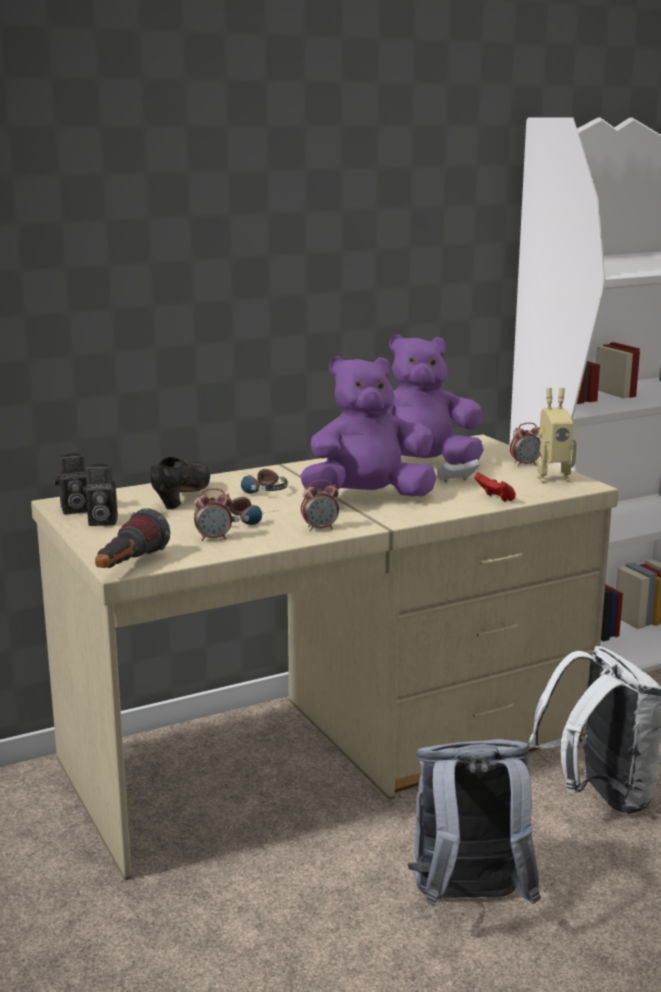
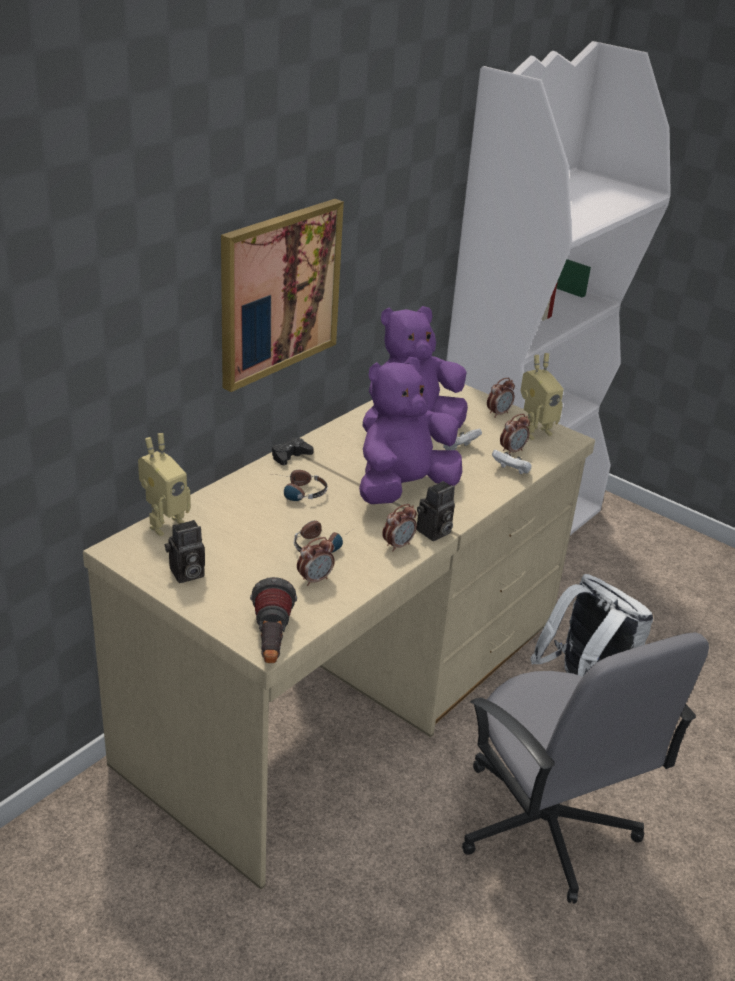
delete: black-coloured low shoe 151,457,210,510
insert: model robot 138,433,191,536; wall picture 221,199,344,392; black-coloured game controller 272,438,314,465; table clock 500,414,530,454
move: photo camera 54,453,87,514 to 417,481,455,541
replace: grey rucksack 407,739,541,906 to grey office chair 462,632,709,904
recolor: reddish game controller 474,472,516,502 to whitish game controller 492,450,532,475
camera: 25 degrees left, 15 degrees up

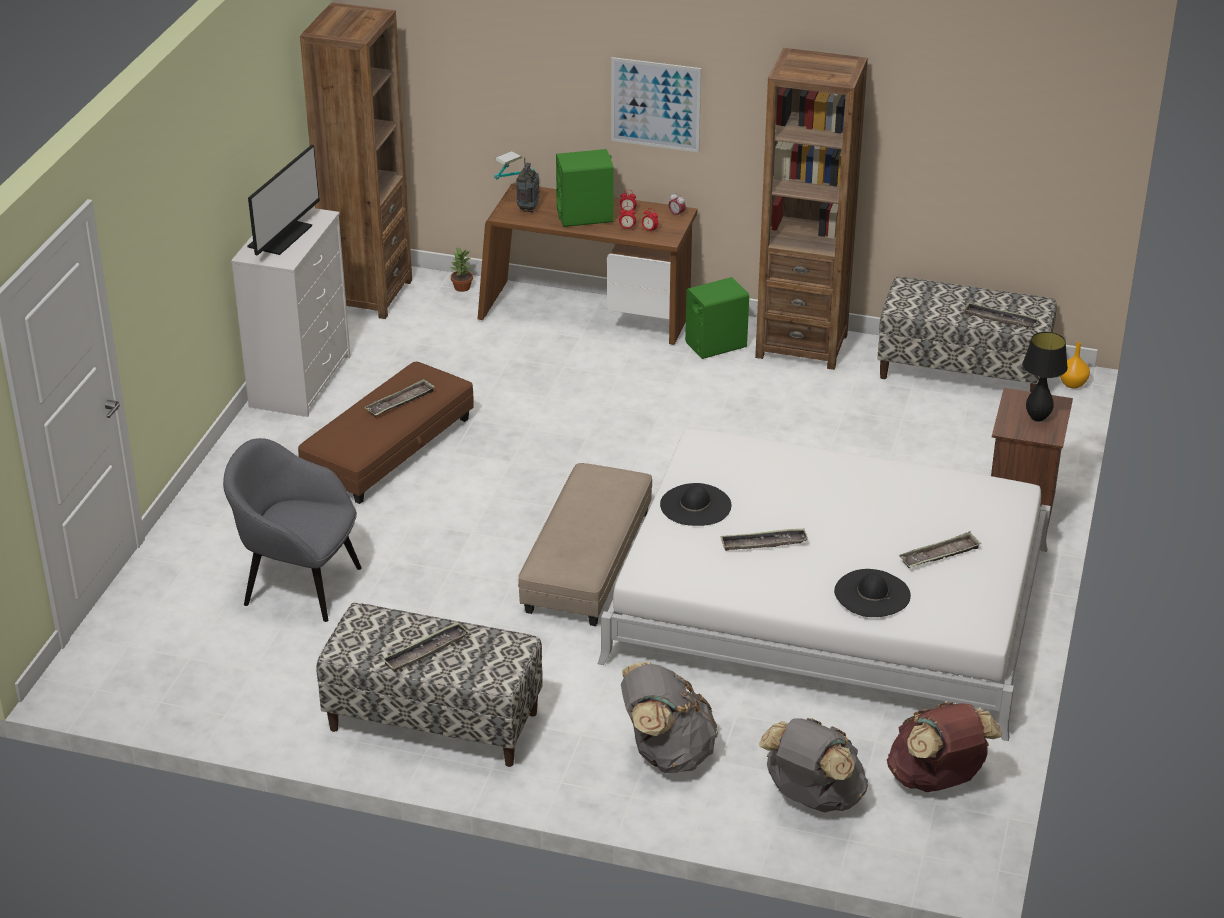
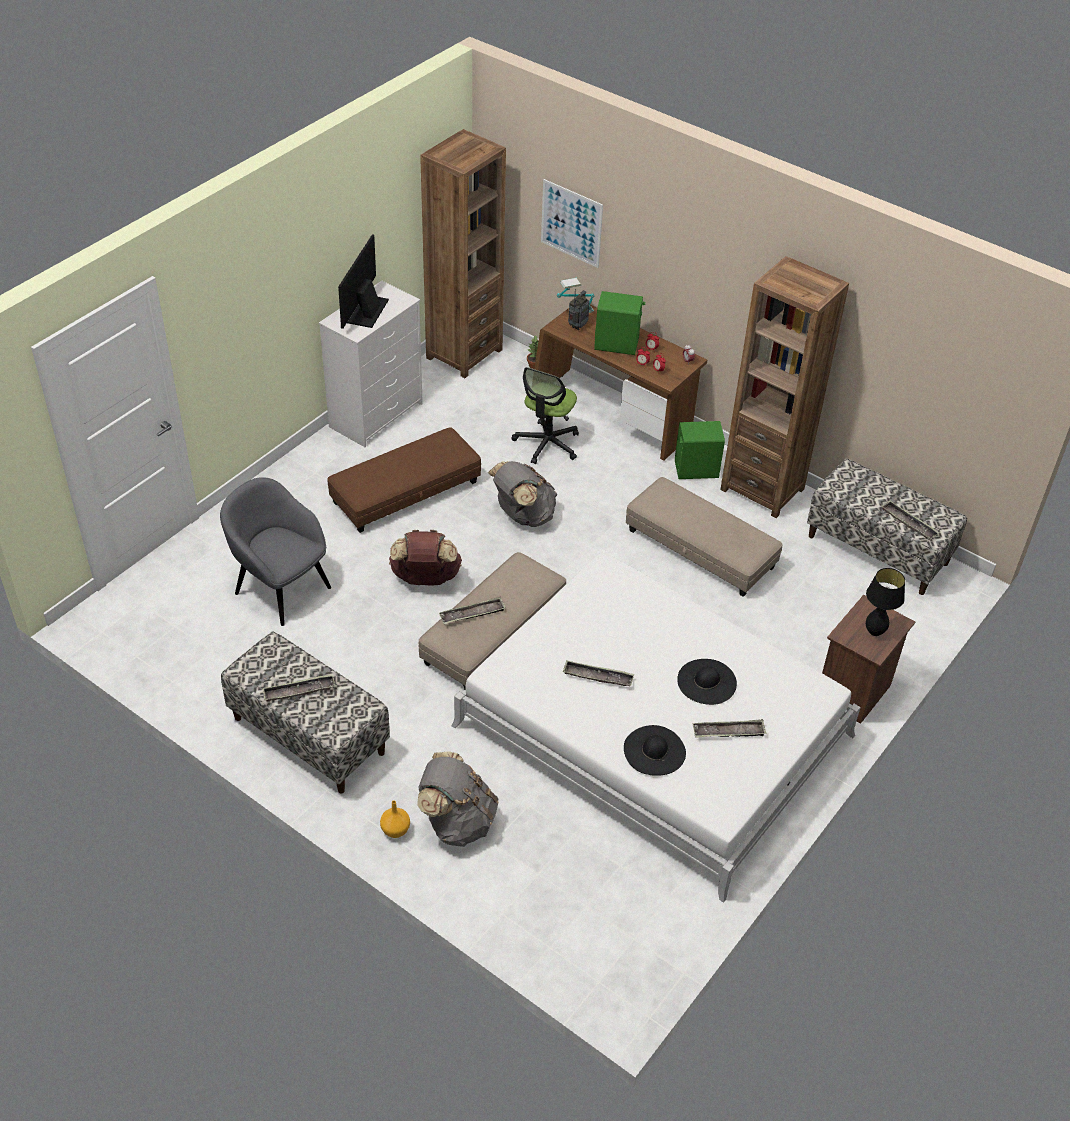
insert: office chair 512,367,579,464; sand-coloured footrest 626,477,783,597
move: serving tray 365,379,435,417 to 439,597,506,624; wall picture 611,57,701,152 to 541,179,603,268; black-coloured clothing hat 660,483,731,526 to 677,659,737,705; grey rucksack 759,718,868,813 to 488,461,557,527; brown-coloured rucksack 887,702,1002,792 to 389,530,462,586; orange vase 1060,342,1090,388 to 380,801,410,838
rotate: computer display 247,145,320,256 = 338,234,389,329 150 degrees clockwise
camera: 20 degrees right, 10 degrees up

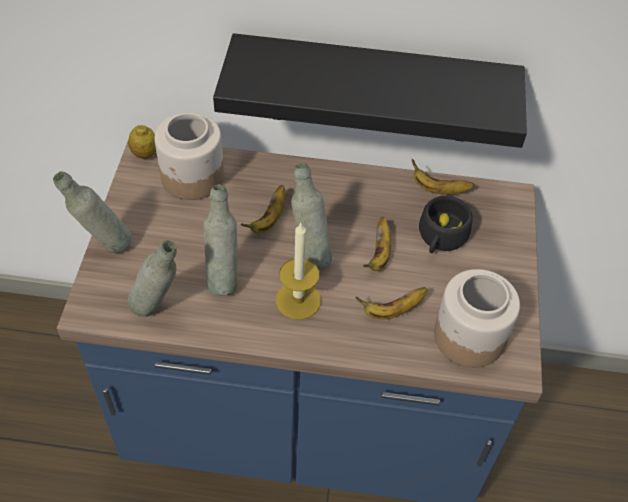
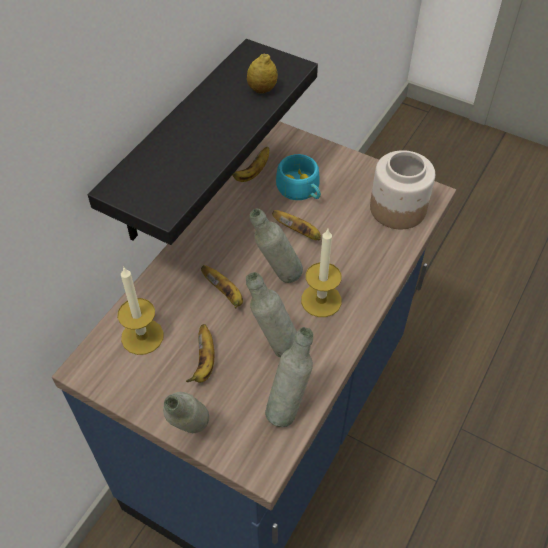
move: citrus fruit 128,125,156,159 to 247,53,278,93; whole banana 355,287,428,320 to 186,324,214,382
replace: jar 155,112,224,200 to wax light 117,267,164,355
recolor: black-coloured small cup 419,196,473,253 to turquoise-coloured small cup 276,154,321,200
camera: 65 degrees left, 0 degrees up

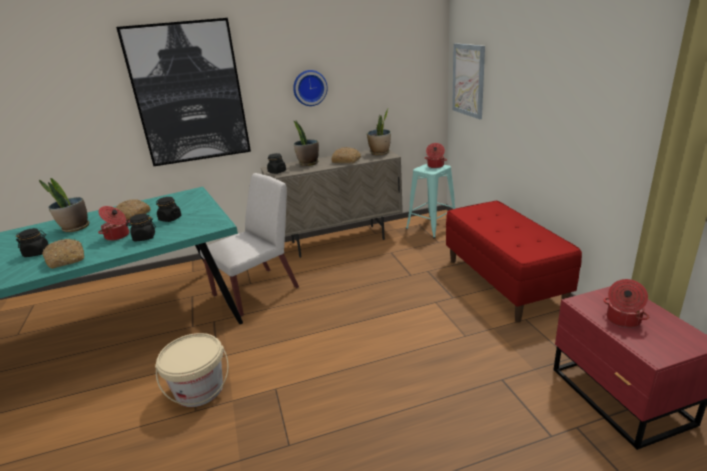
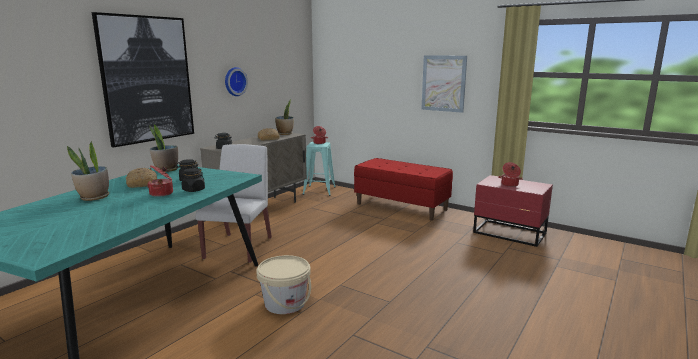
delete: black-coloured jar 16,228,49,257; baked bread 43,239,84,269
move: potted plant 294,120,319,166 to 149,124,178,172; wall picture 452,43,485,119 to 421,55,467,113
camera: 40 degrees left, 10 degrees down

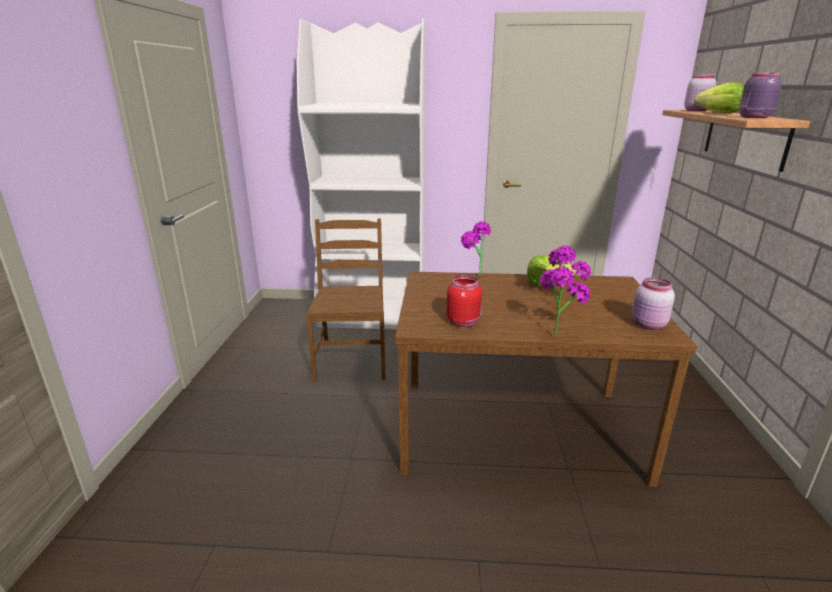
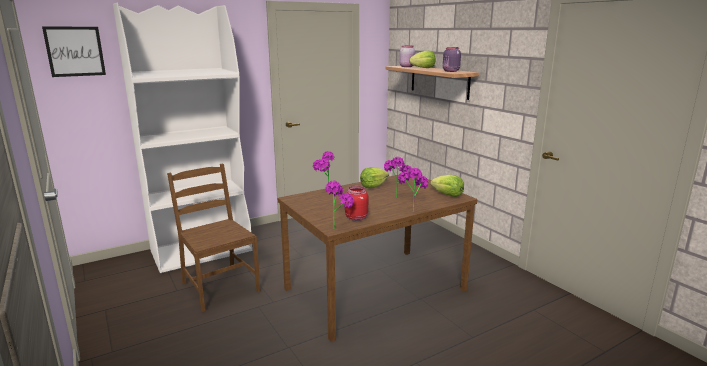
insert: wall picture 42,26,106,77; potted plant 325,181,354,228
replace: pinkish jar 632,277,675,330 to lettuce head 430,175,464,197
camera: 35 degrees left, 5 degrees down

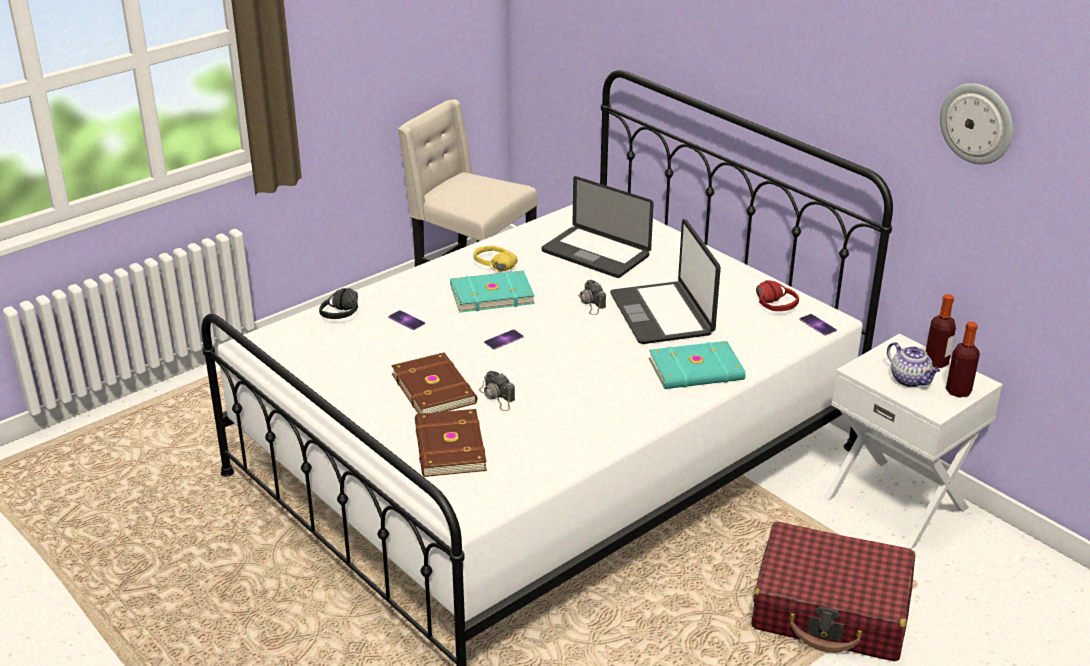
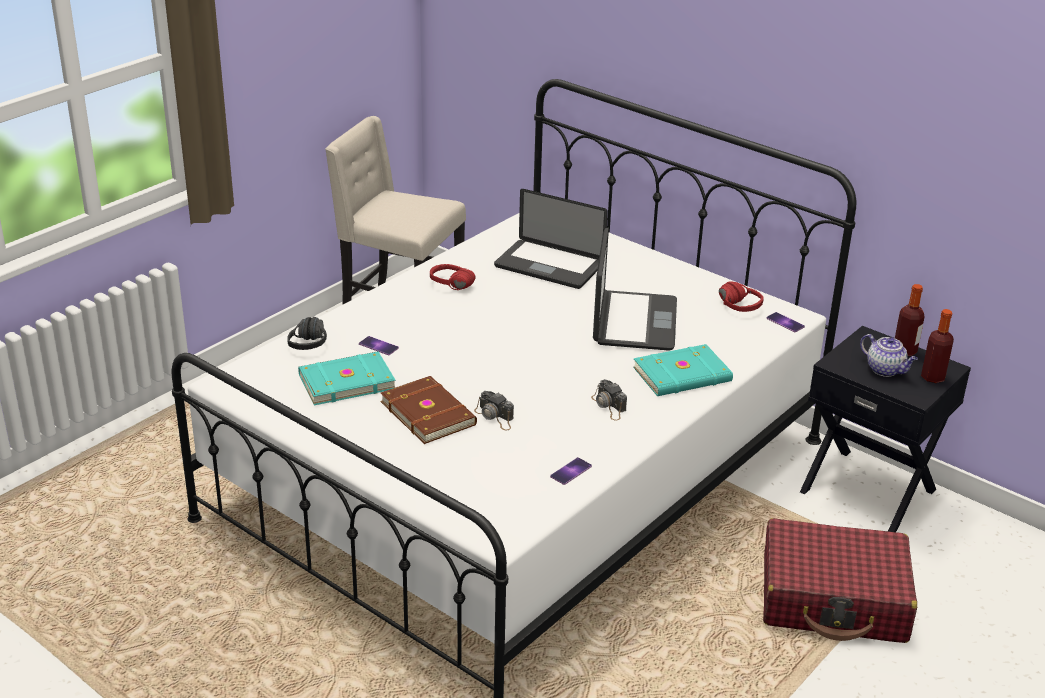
delete: brown-coloured bound book 415,409,487,477; clock on the wall 940,83,1013,164
move: turquoise-coloured bound book 450,271,535,313 to 298,351,395,405; telephone 484,329,523,350 to 550,457,592,485; photo camera 578,280,606,315 to 591,379,627,421
recolor: yellow-coloured headphones 474,246,517,272 to reddish headphones 430,264,475,290; whitish bedside table 824,334,1003,549 to black-coloured bedside table 800,326,971,532
rotate: laptop 610,219,721,344 = 593,228,677,351 150 degrees counterclockwise
camera: 10 degrees left, 0 degrees up

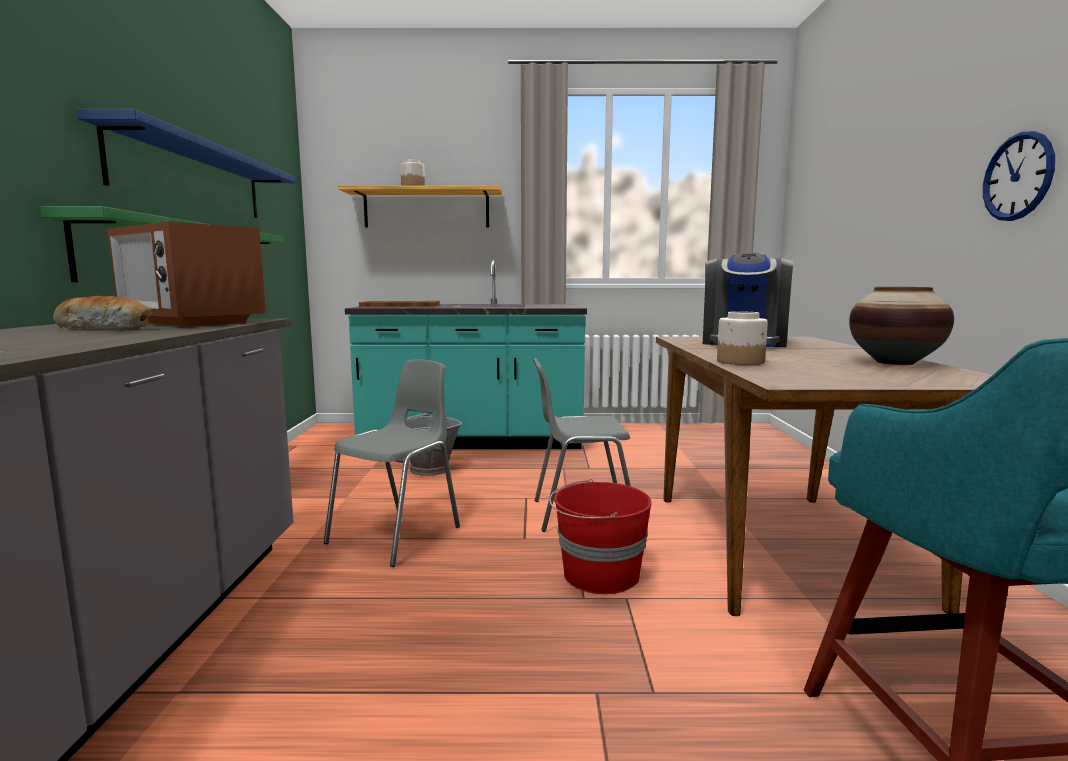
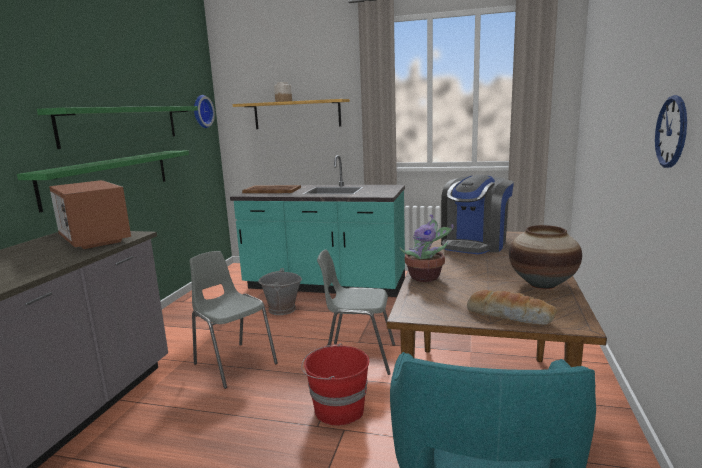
insert: clock on the wall 194,95,215,128
move: baked bread 53,296,152,329 to 467,290,557,325
replace: jar 717,311,768,365 to potted plant 400,214,454,282
recolor: blue bracket shelf 77,109,295,218 to green-coloured bracket shelf 37,106,198,149
rotate: grey plain chair 323,359,460,567 = 189,251,278,389 90 degrees counterclockwise
camera: 15 degrees right, 5 degrees up

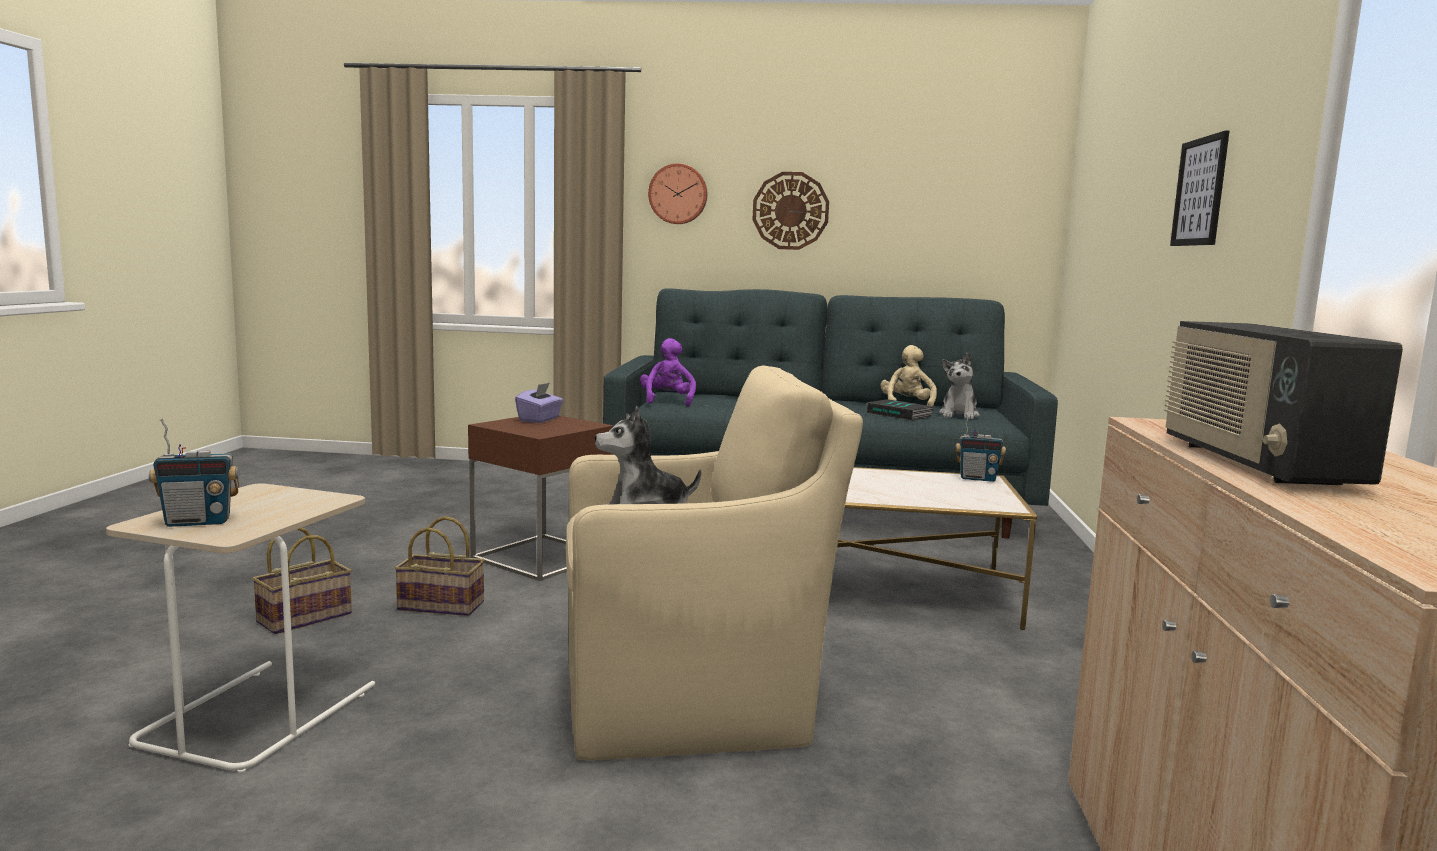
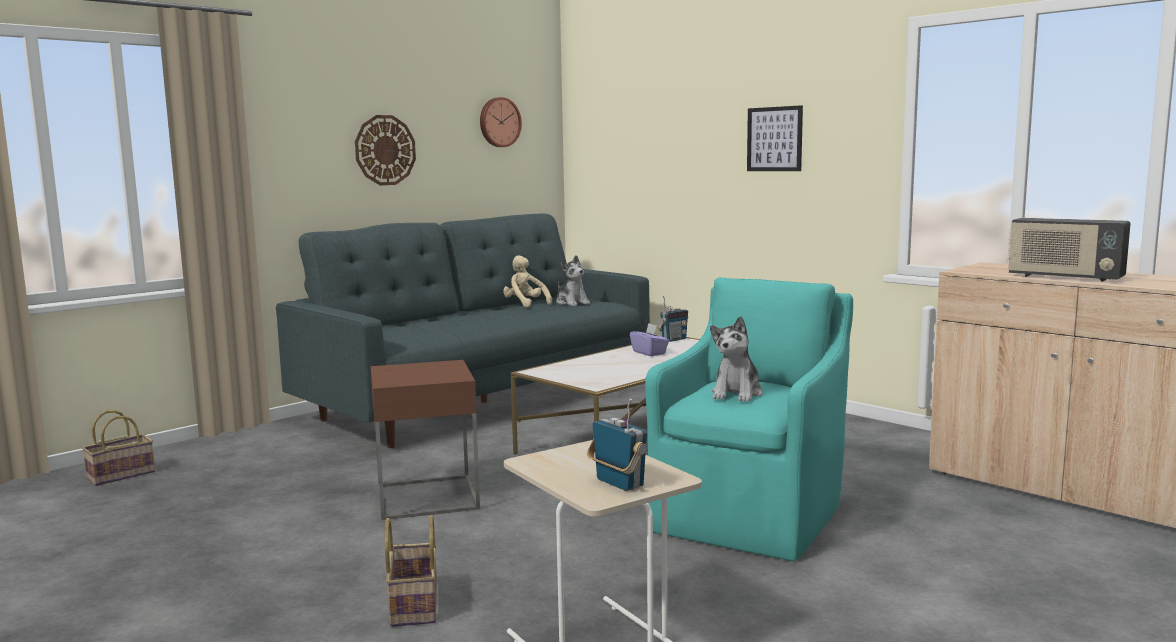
delete: purple-coloured plush toy 640,338,696,407; bound book 867,399,933,421
move: basket 395,516,485,616 to 82,410,155,486; purple-coloured box of tissues 515,383,563,423 to 630,323,669,356; clock on the wall 648,163,708,224 to 480,97,522,147
recolor: sand-coloured armchair 566,365,863,760 to turquoise-coloured armchair 645,278,853,561
rotate: radio set 149,419,239,527 = 587,398,647,491 60 degrees counterclockwise
camera: 50 degrees left, 0 degrees up

